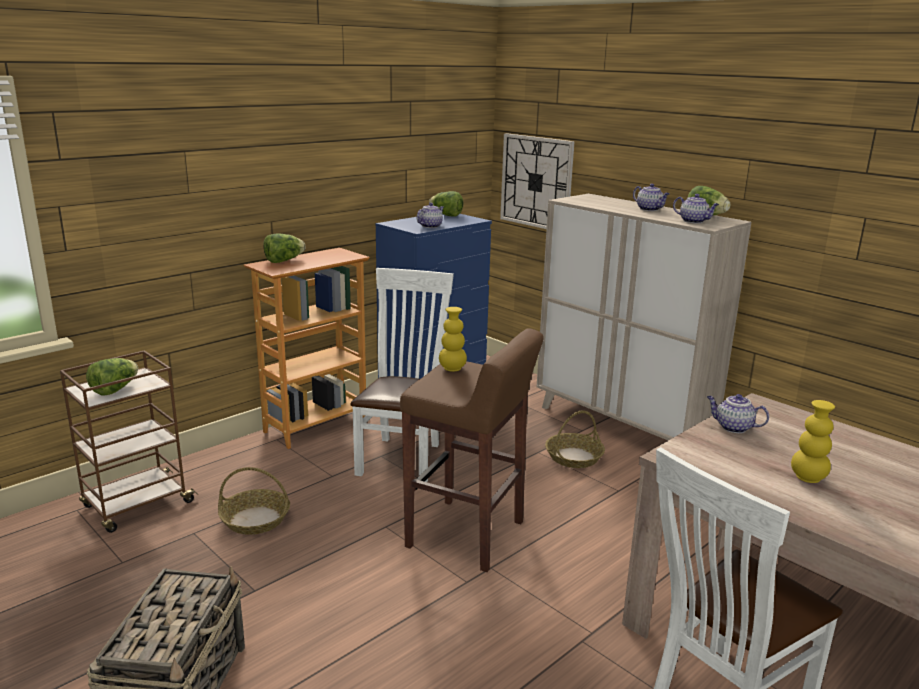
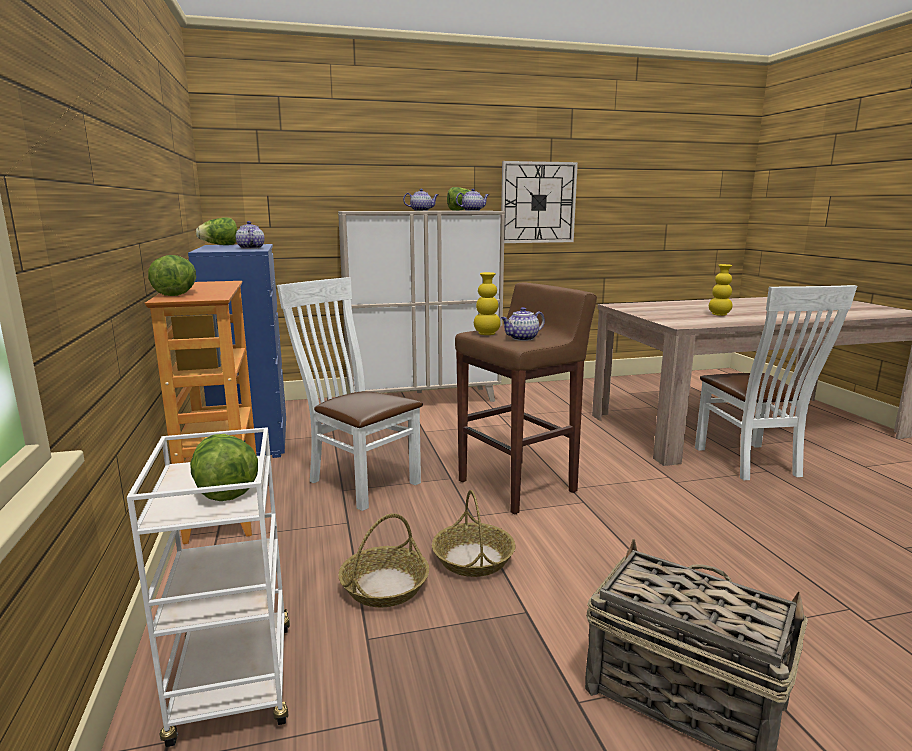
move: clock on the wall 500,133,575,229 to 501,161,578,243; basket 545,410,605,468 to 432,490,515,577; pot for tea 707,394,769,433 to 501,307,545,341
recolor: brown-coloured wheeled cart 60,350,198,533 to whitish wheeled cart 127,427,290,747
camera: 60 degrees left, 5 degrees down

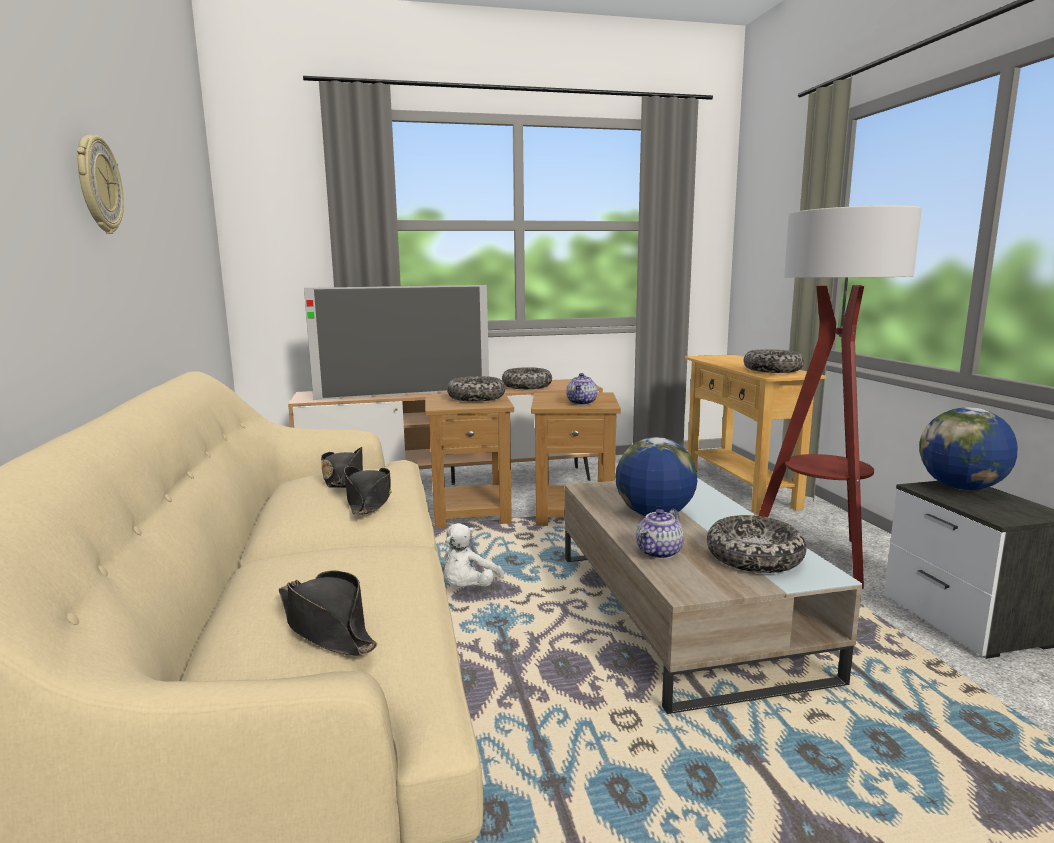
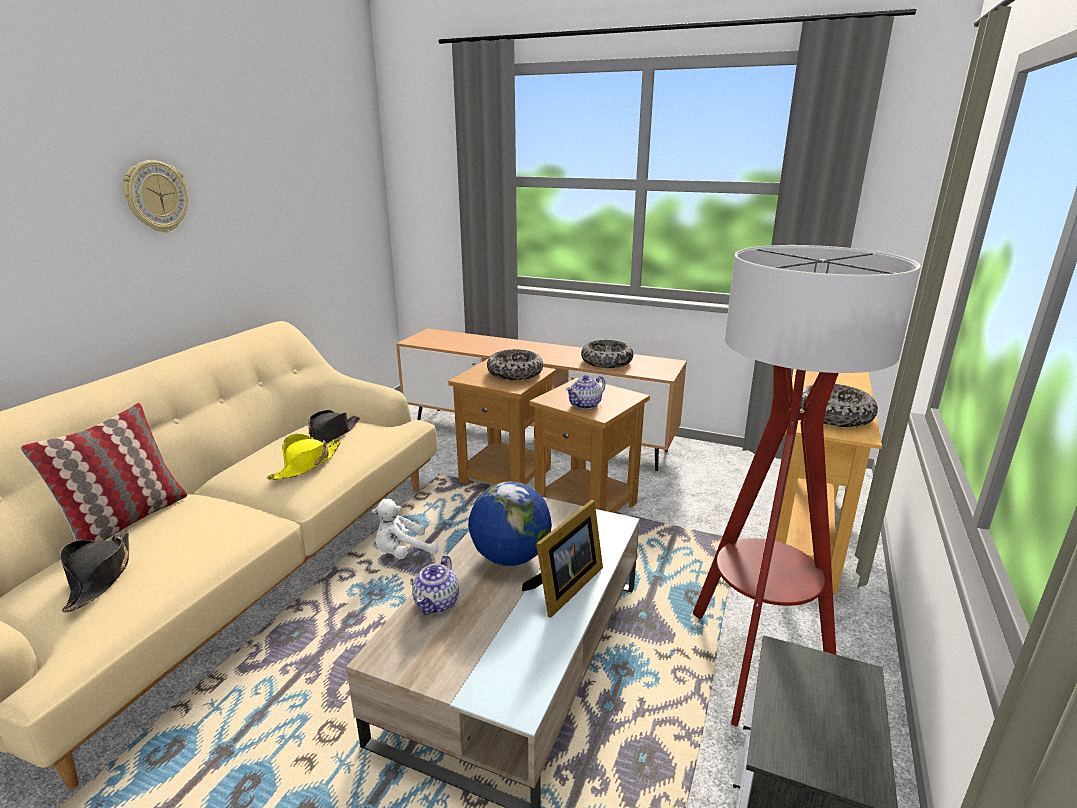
delete: TV 304,285,489,400; serving bowl 707,515,806,573; world globe 919,407,1017,490
insert: cushion 21,403,187,542; standing frame 522,500,603,618
recolor: black-coloured clothing hat 344,466,392,515 to yellow-coloured clothing hat 267,434,341,480
rotate: pot for tea 636,509,684,559 = 412,555,459,615 60 degrees counterclockwise
camera: 35 degrees right, 10 degrees up

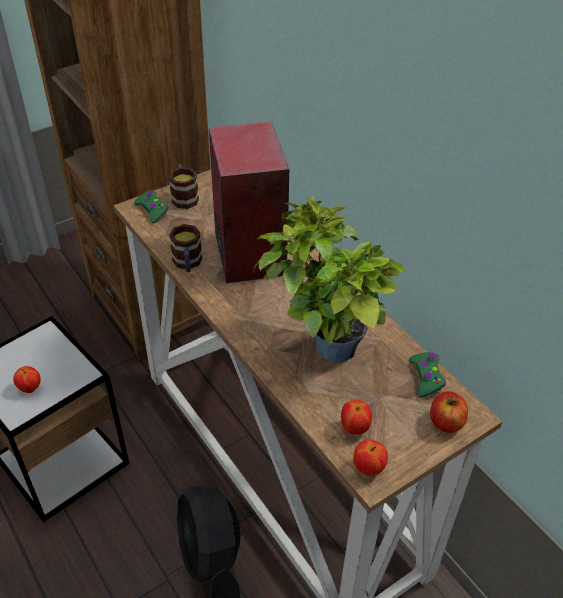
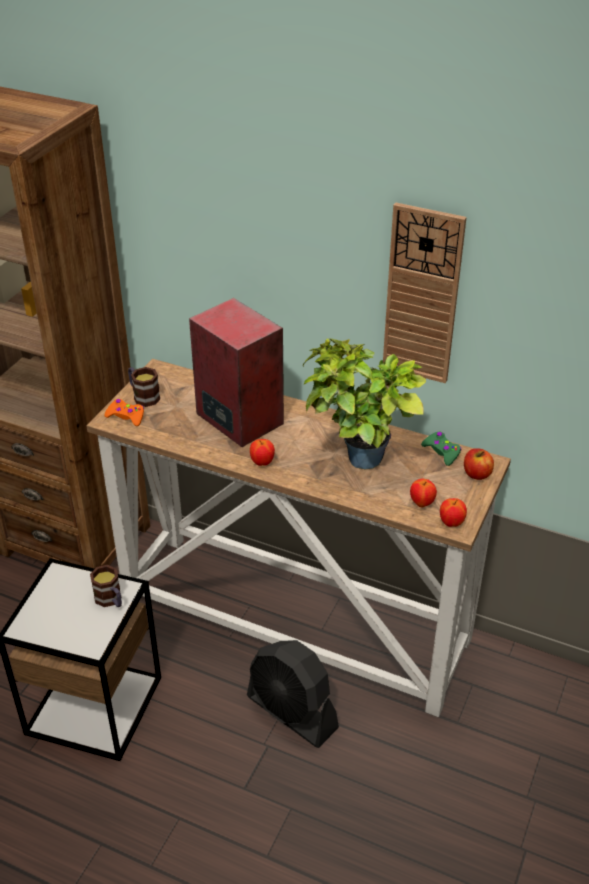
insert: clock on the wall 383,203,467,383
move: whole apple 13,366,41,393 to 250,439,275,466; mug 169,224,202,272 to 90,565,122,607
recolor: green-coloured game controller 134,190,168,224 to orange game controller 104,399,144,426
camera: 30 degrees left, 5 degrees down

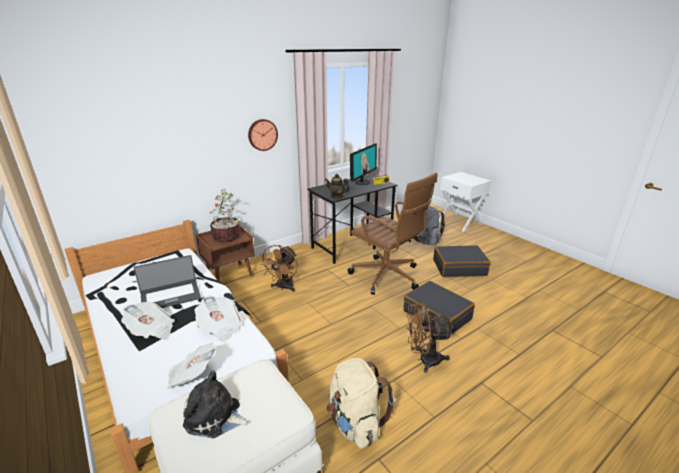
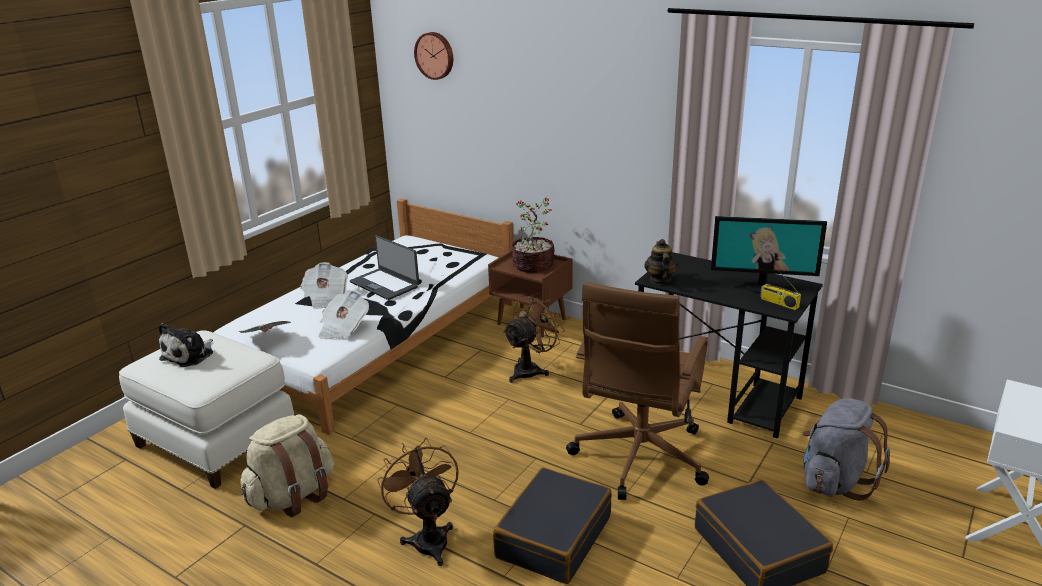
move: clock on the wall 248,119,278,151 to 414,32,453,80
rotate: plush toy 183,371,251,438 = 159,323,213,367 150 degrees counterclockwise; brown-coloured fan 259,245,298,292 = 503,293,565,383 135 degrees clockwise
camera: 70 degrees right, 0 degrees up

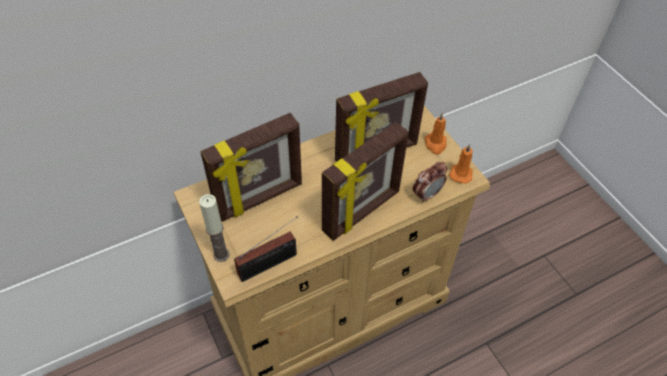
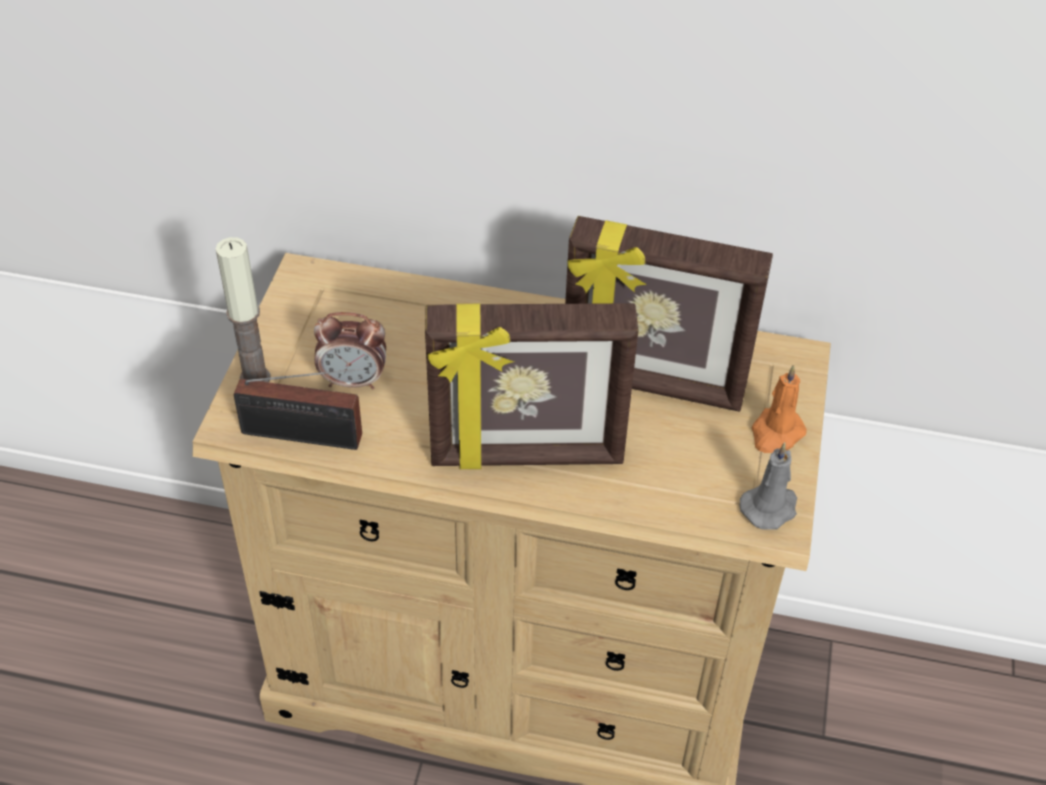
delete: standing frame 200,113,302,222
move: table clock 413,162,447,203 to 314,312,386,389
recolor: orange wax light 449,144,473,184 to grey wax light 740,442,797,530
camera: 40 degrees right, 5 degrees down

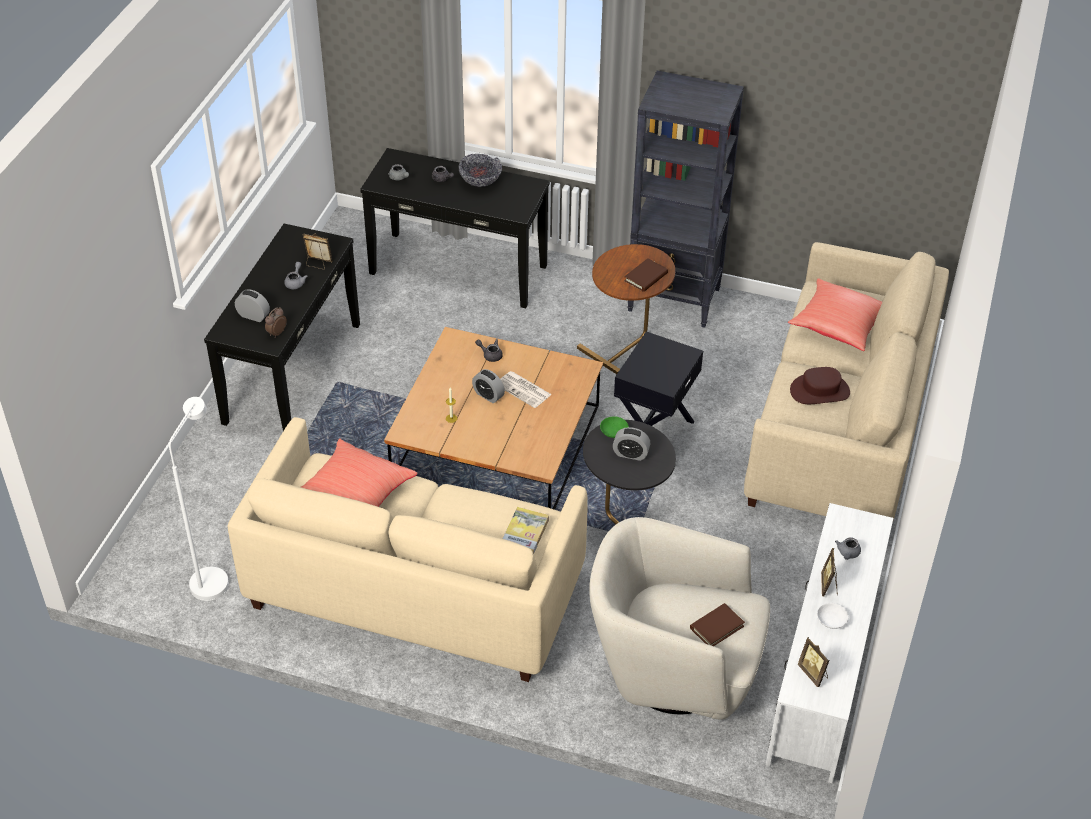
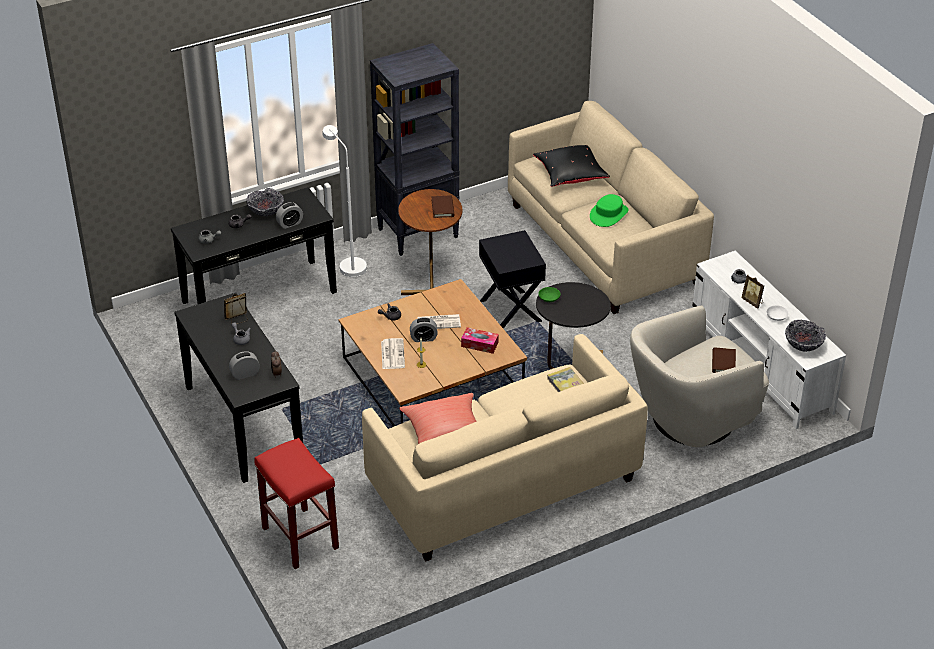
insert: reddish sitting stool 254,438,339,569; daily paper 381,338,405,369; box of tissues 461,327,499,354
move: whitish standing lamp 169,397,229,601 to 322,125,367,277; table clock 613,427,650,461 to 276,202,303,229
replace: standing frame 798,637,829,687 to serving bowl 785,320,826,352
recolor: reddish cushion 788,278,882,351 to black-coloured cushion 533,145,610,187; brown-coloured clothing hat 790,367,850,404 to green-coloured clothing hat 590,194,629,227
camera: 45 degrees left, 5 degrees down

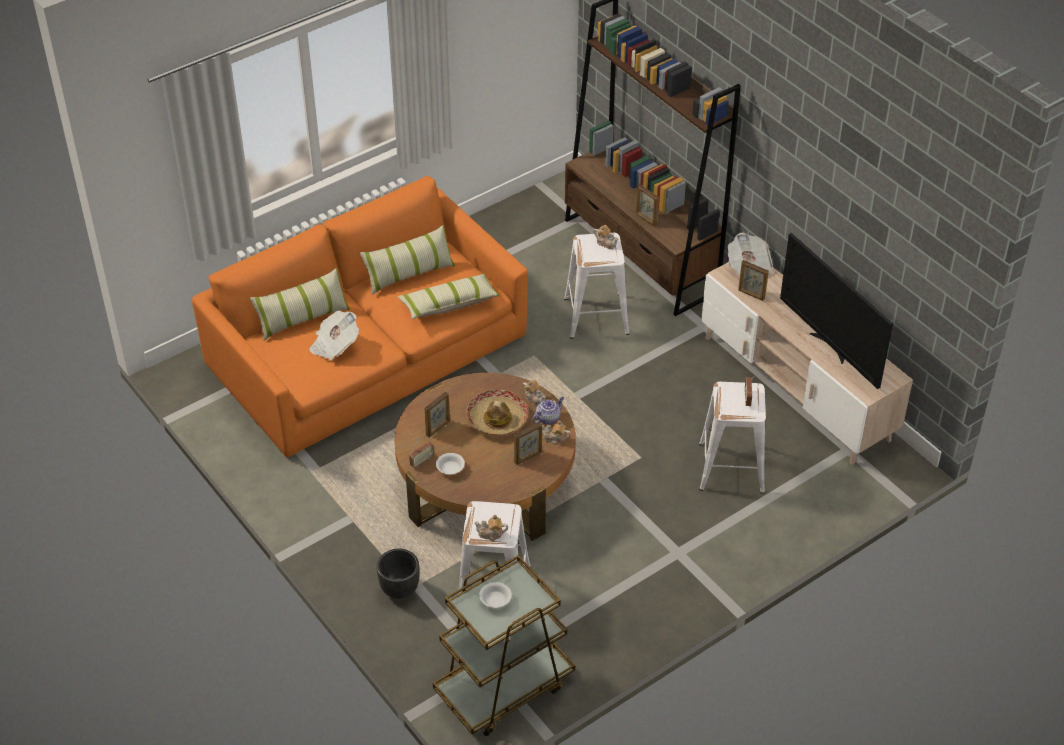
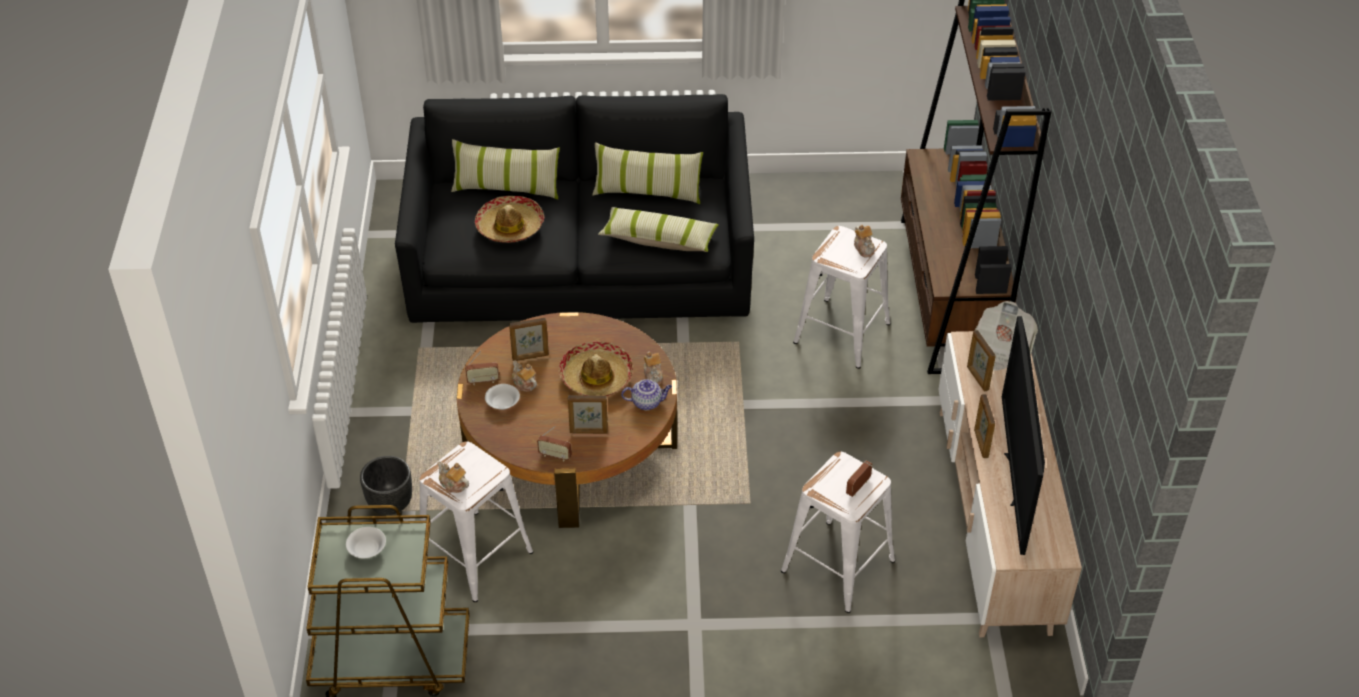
insert: radio set 537,426,572,462
move: pot for tea 542,420,571,445 to 512,361,537,392; standing frame 636,184,659,227 to 974,394,995,458
replace: daily paper 309,311,359,361 to clothing hat 475,196,544,243
recolor: orange settee 192,176,528,457 to black-coloured settee 395,94,754,323
camera: 35 degrees right, 0 degrees up

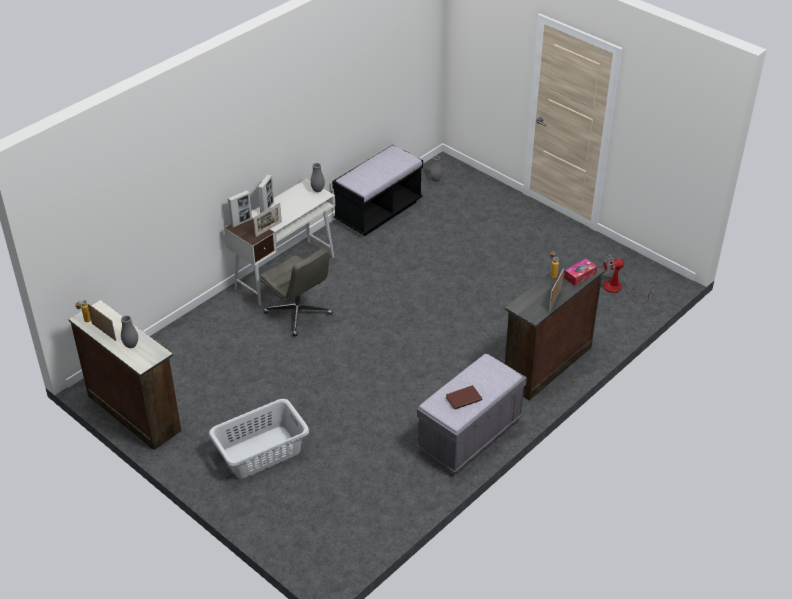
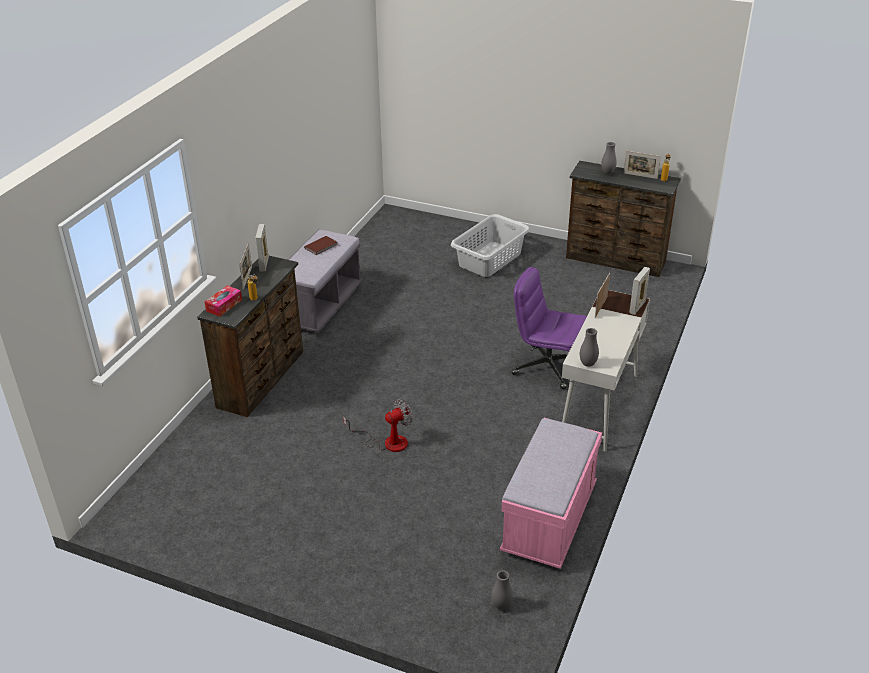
move: standing frame 258,175,274,213 to 255,224,269,272; fan 603,254,654,304 to 343,399,413,452
recolor: grey office chair 260,248,333,336 to purple-coloured office chair 512,267,587,389; black-coloured bench 332,145,423,236 to pinkish bench 500,418,602,569
camera: 160 degrees right, 5 degrees down

